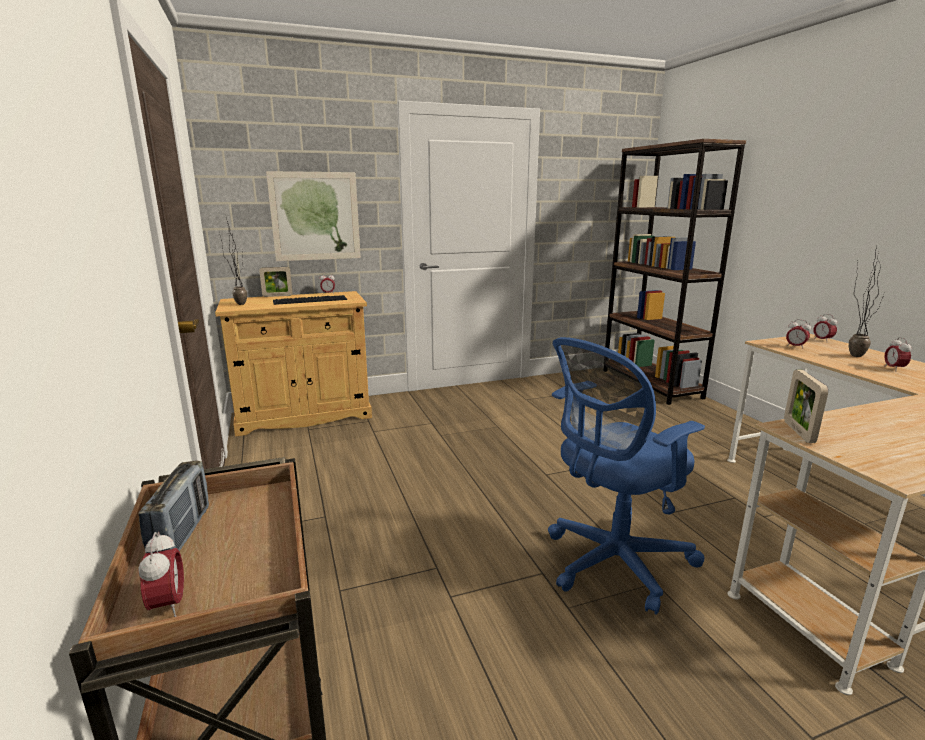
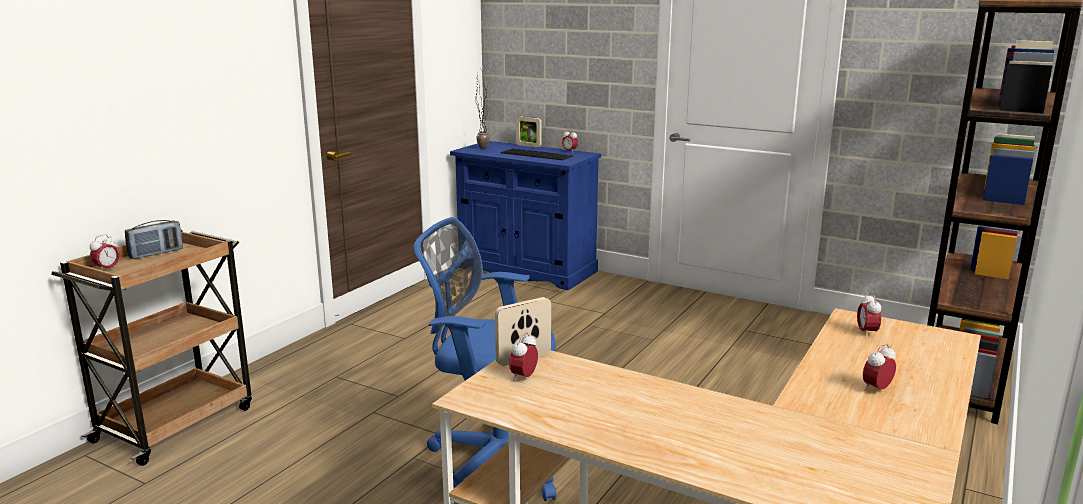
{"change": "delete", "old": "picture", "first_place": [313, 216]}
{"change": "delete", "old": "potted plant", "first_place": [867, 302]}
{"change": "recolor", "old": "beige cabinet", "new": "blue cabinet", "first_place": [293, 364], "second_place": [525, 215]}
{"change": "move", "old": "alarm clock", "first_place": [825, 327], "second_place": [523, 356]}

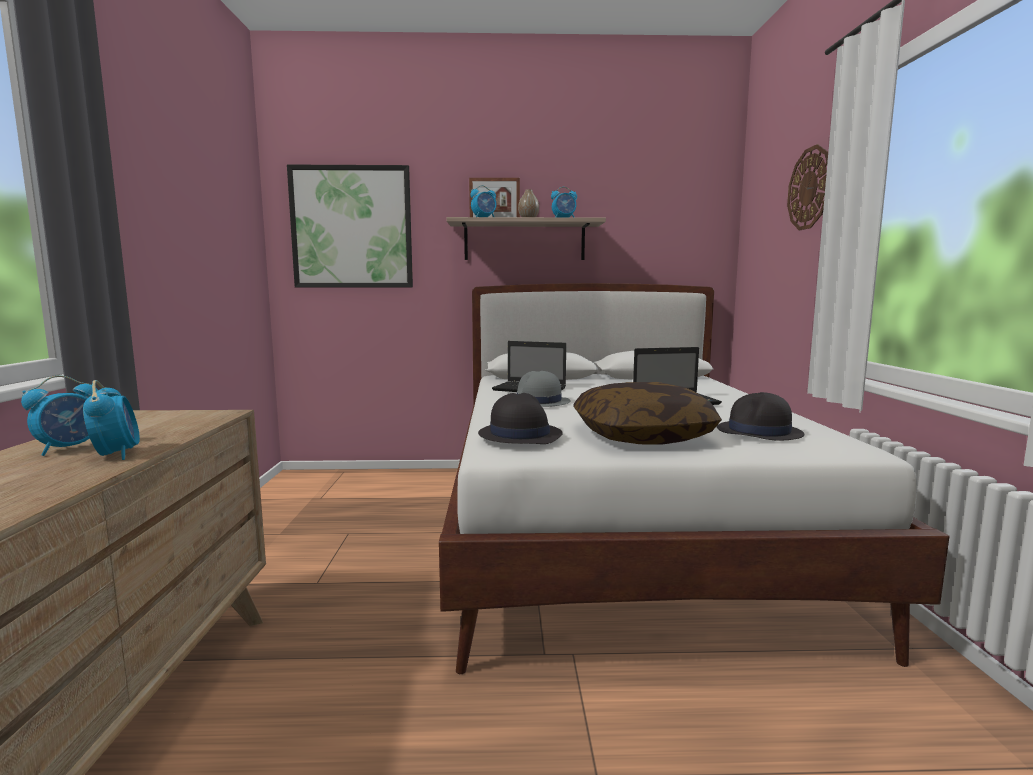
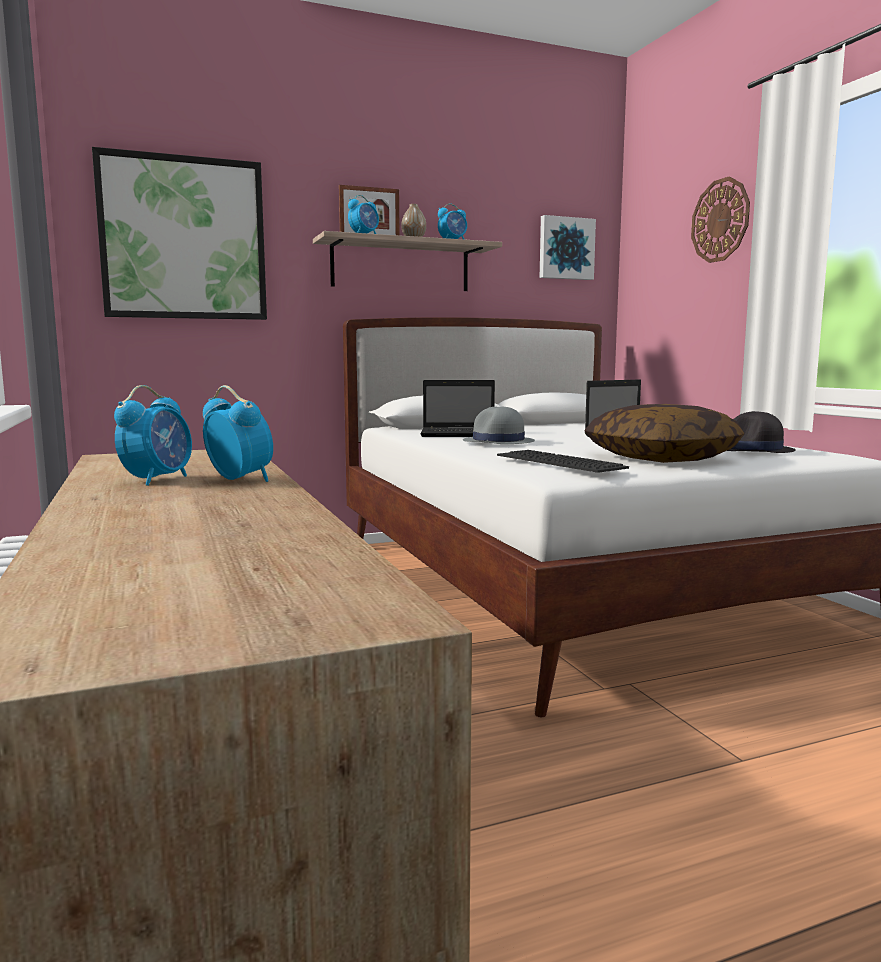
{"change": "replace", "old": "black hat", "new": "keyboard", "first_place": [520, 418], "second_place": [563, 461]}
{"change": "insert", "new": "picture", "second_place": [568, 247]}

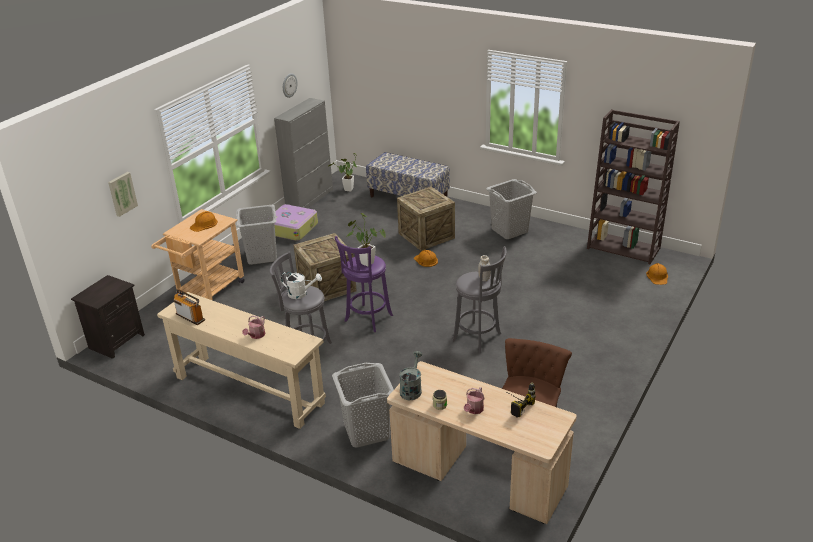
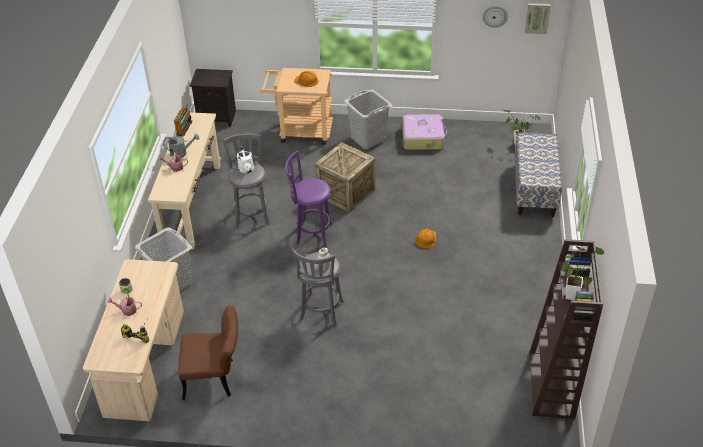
{"change": "delete", "old": "grey cabinet", "first_place": [303, 153]}
{"change": "move", "old": "picture", "first_place": [123, 194], "second_place": [538, 18]}
{"change": "delete", "old": "grey laundry basket", "first_place": [511, 209]}
{"change": "delete", "old": "crate", "first_place": [426, 219]}
{"change": "move", "old": "potted plant", "first_place": [366, 240], "second_place": [583, 273]}
{"change": "delete", "old": "orange hard hat", "first_place": [657, 274]}
{"change": "move", "old": "grey watering can", "first_place": [411, 375], "second_place": [181, 146]}

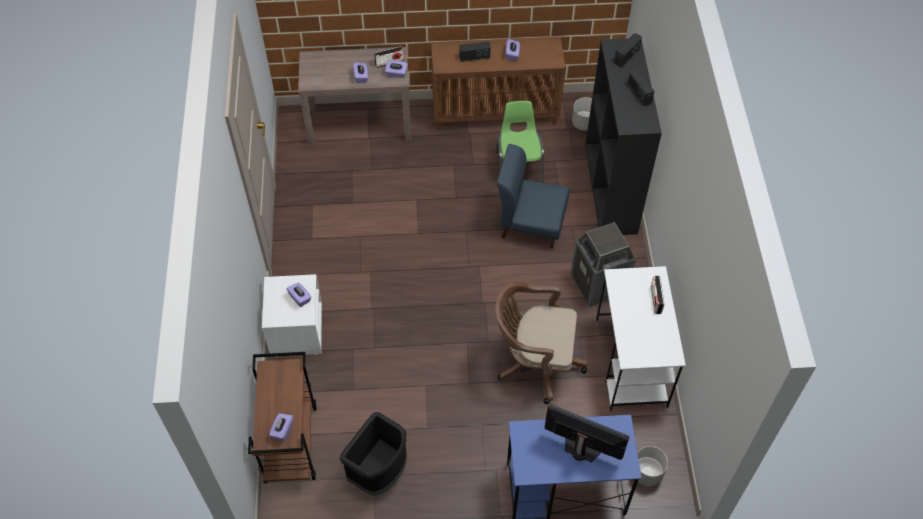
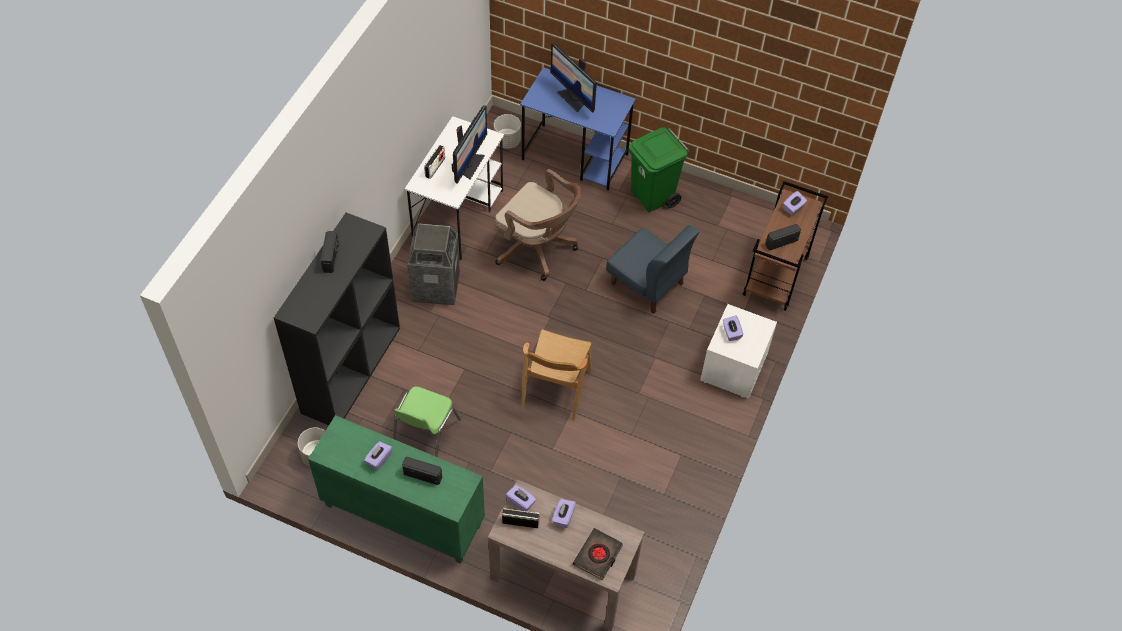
{"change": "move", "old": "radio", "first_place": [628, 50], "second_place": [783, 237]}
{"change": "recolor", "old": "brown cabinet", "new": "green cabinet", "first_place": [498, 83], "second_place": [396, 489]}
{"change": "move", "old": "blue chair", "first_place": [533, 196], "second_place": [652, 269]}
{"change": "delete", "old": "black trash can", "first_place": [373, 454]}
{"change": "insert", "new": "monitor", "second_place": [469, 144]}
{"change": "insert", "new": "green trash can", "second_place": [659, 169]}
{"change": "insert", "new": "brown chair", "second_place": [556, 375]}
{"change": "insert", "new": "black book", "second_place": [598, 554]}

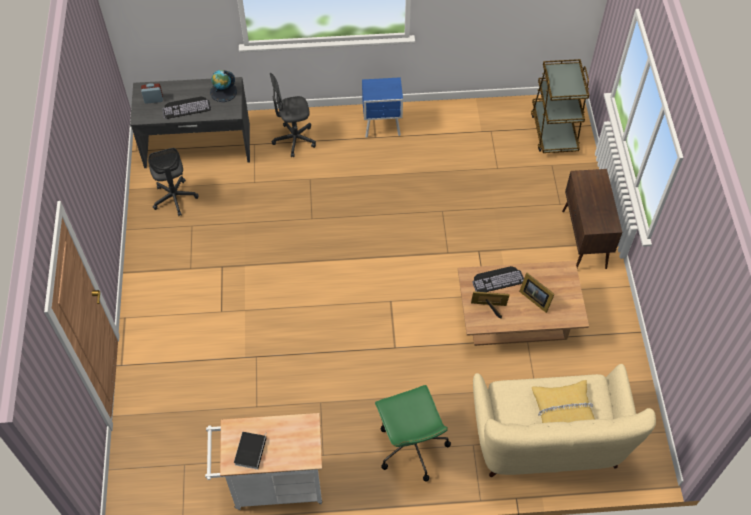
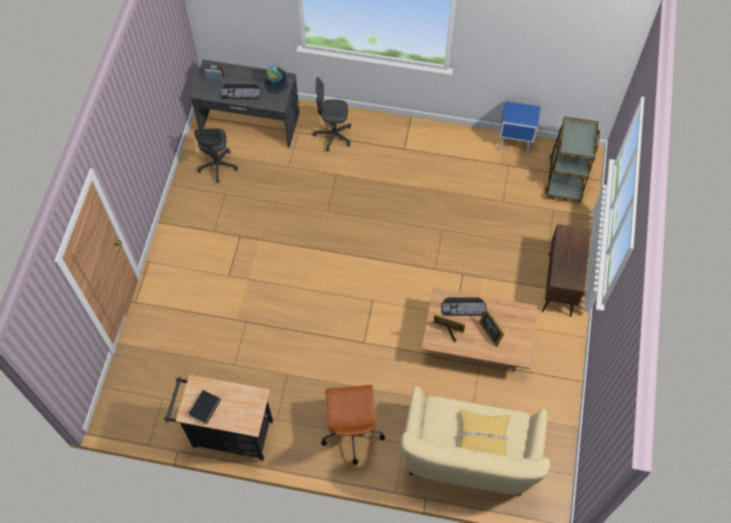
{"change": "move", "old": "blue nightstand", "first_place": [382, 107], "second_place": [519, 128]}
{"change": "recolor", "old": "green office chair", "new": "brown office chair", "first_place": [413, 433], "second_place": [353, 425]}
{"change": "recolor", "old": "white cart", "new": "black cart", "first_place": [263, 461], "second_place": [218, 418]}

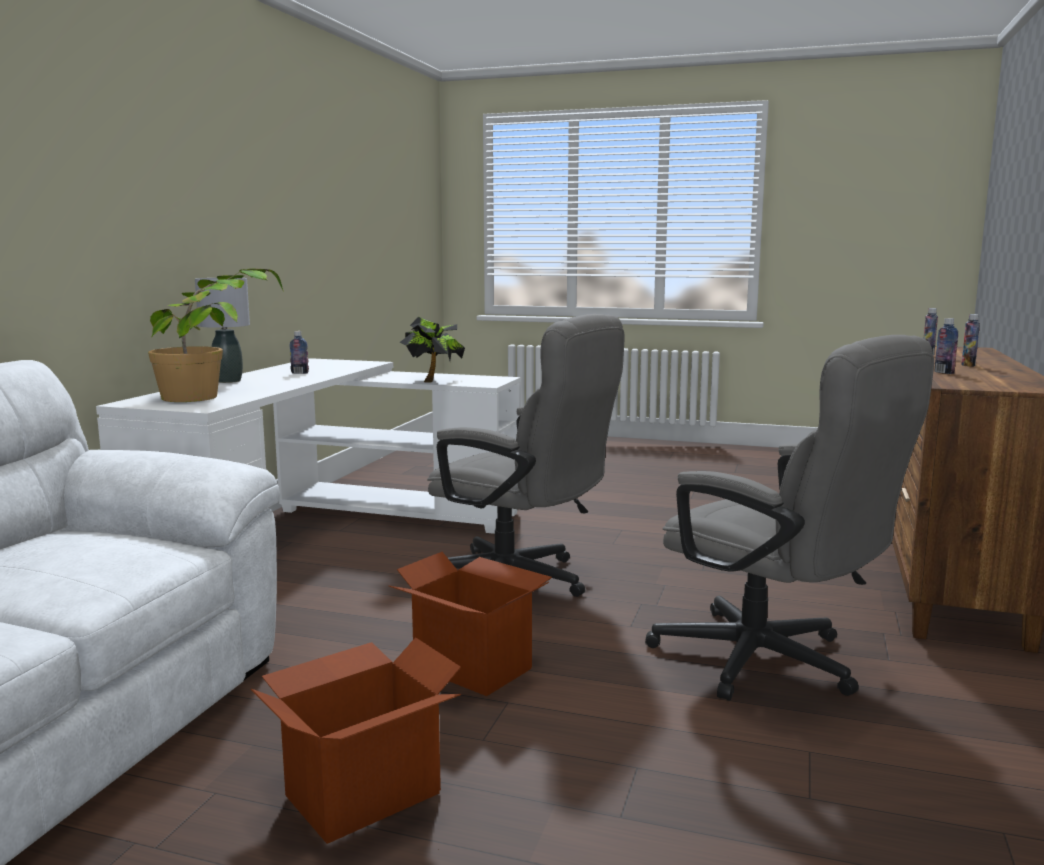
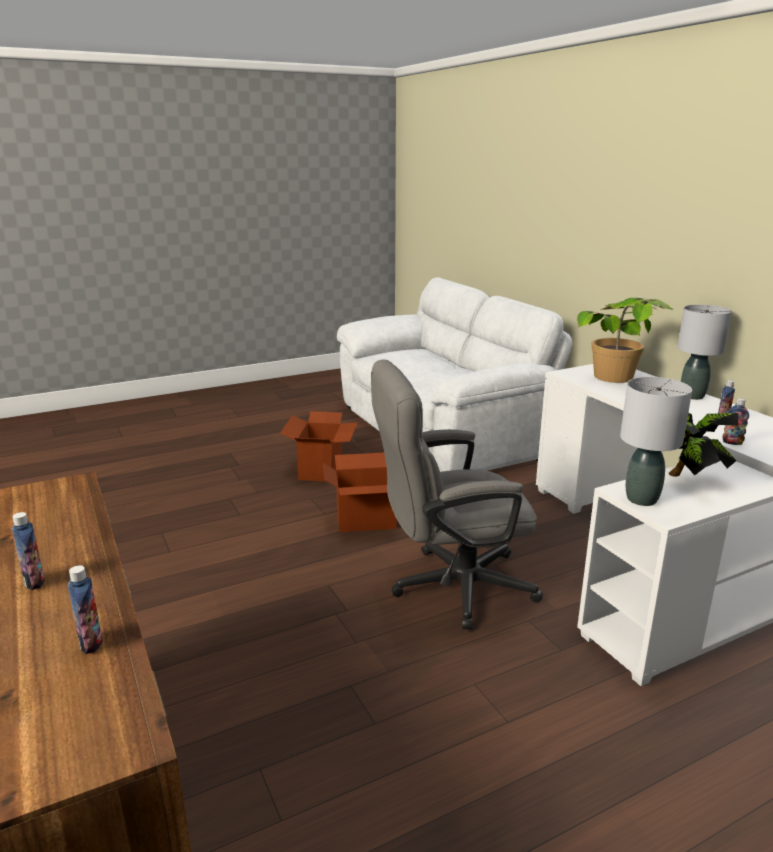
{"change": "move", "old": "bottle", "first_place": [946, 346], "second_place": [735, 421]}
{"change": "delete", "old": "grey office chair", "first_place": [789, 518]}
{"change": "insert", "new": "grey table lamp", "second_place": [656, 441]}

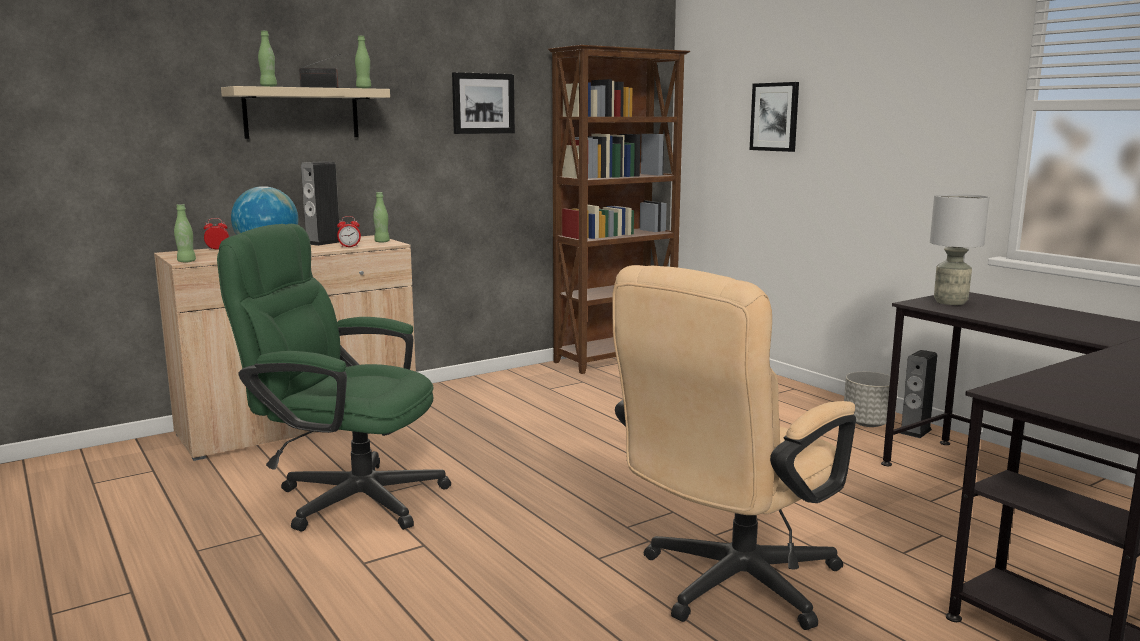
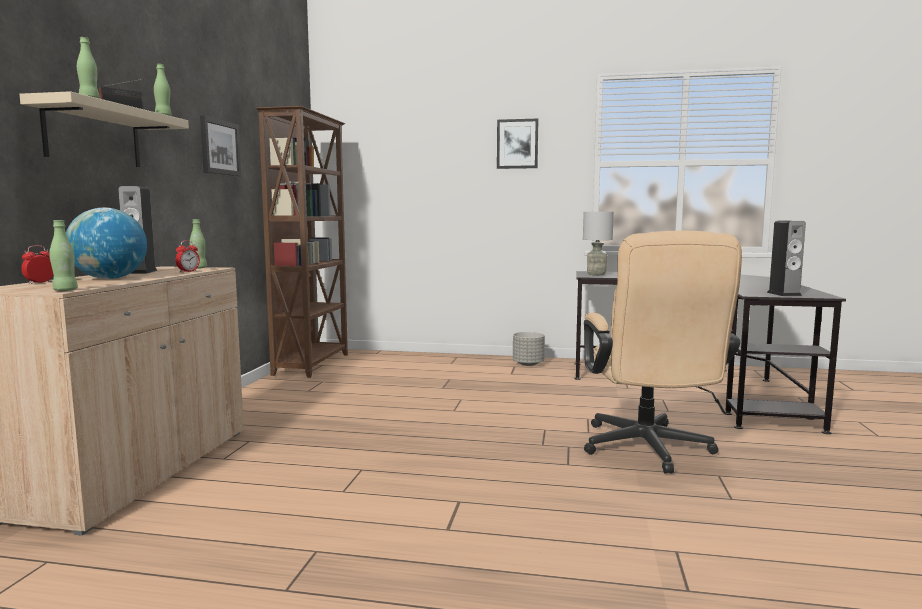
{"change": "move", "old": "picture", "first_place": [774, 117], "second_place": [517, 144]}
{"change": "delete", "old": "green office chair", "first_place": [334, 378]}
{"change": "move", "old": "speaker", "first_place": [918, 394], "second_place": [786, 258]}

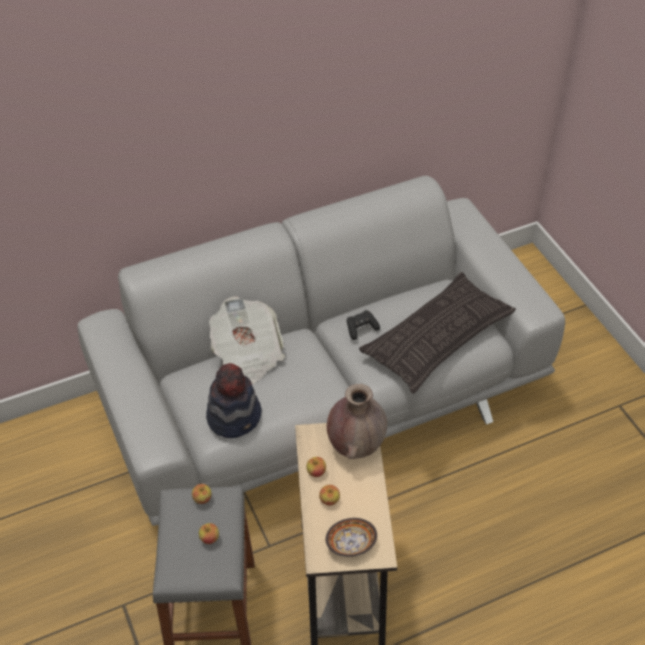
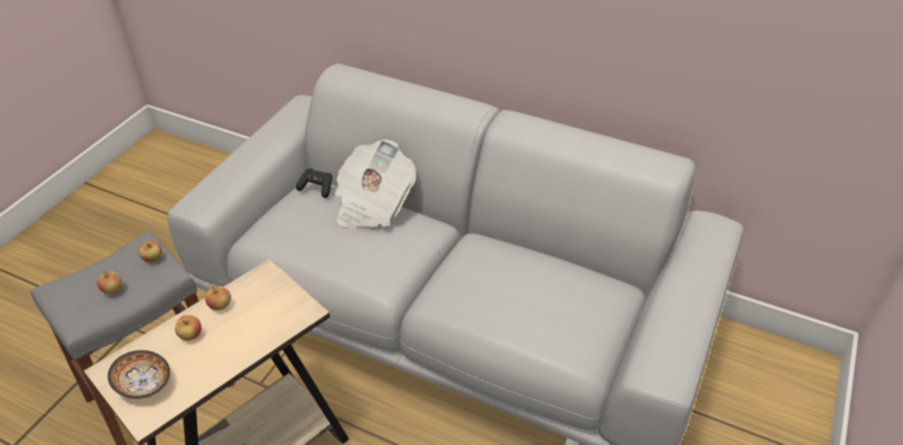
{"change": "delete", "old": "pillow", "first_place": [437, 332]}
{"change": "move", "old": "black game controller", "first_place": [363, 325], "second_place": [314, 183]}
{"change": "delete", "old": "hat", "first_place": [233, 400]}
{"change": "delete", "old": "brown vase", "first_place": [356, 421]}

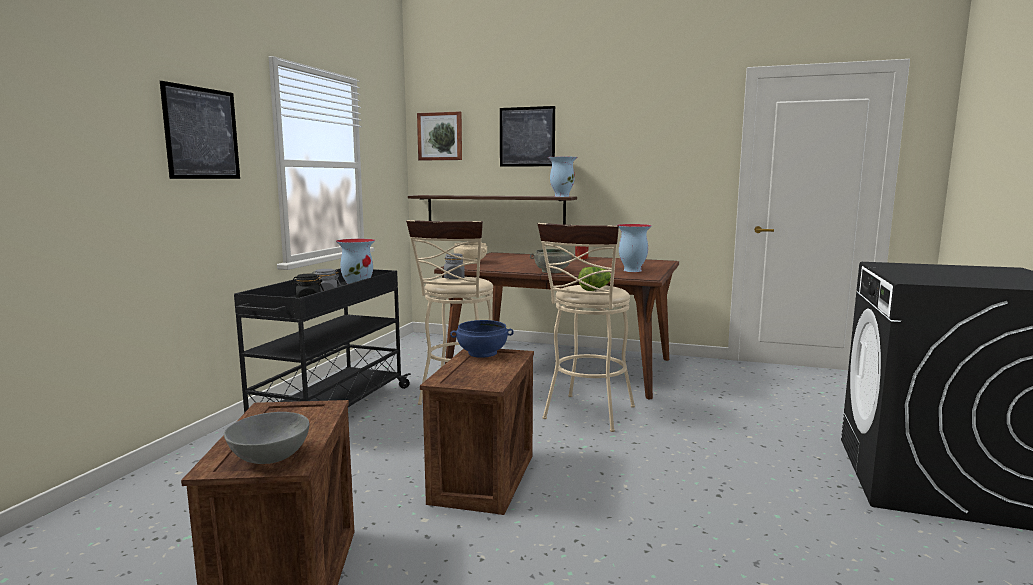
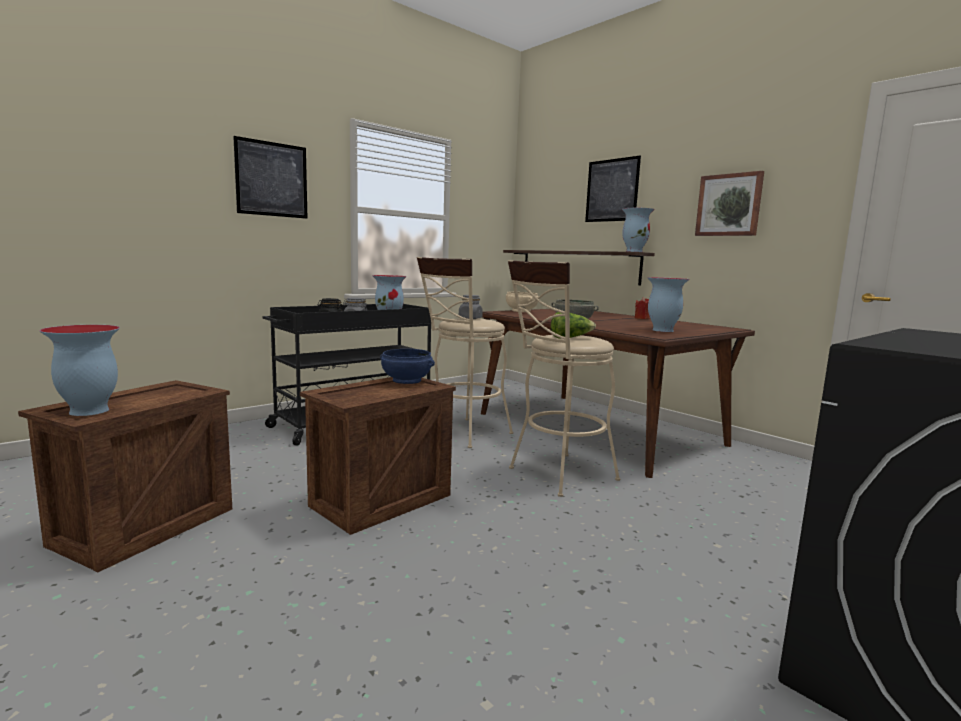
{"change": "move", "old": "picture", "first_place": [439, 135], "second_place": [729, 203]}
{"change": "replace", "old": "grey bowl", "new": "vase", "first_place": [266, 438], "second_place": [80, 370]}

